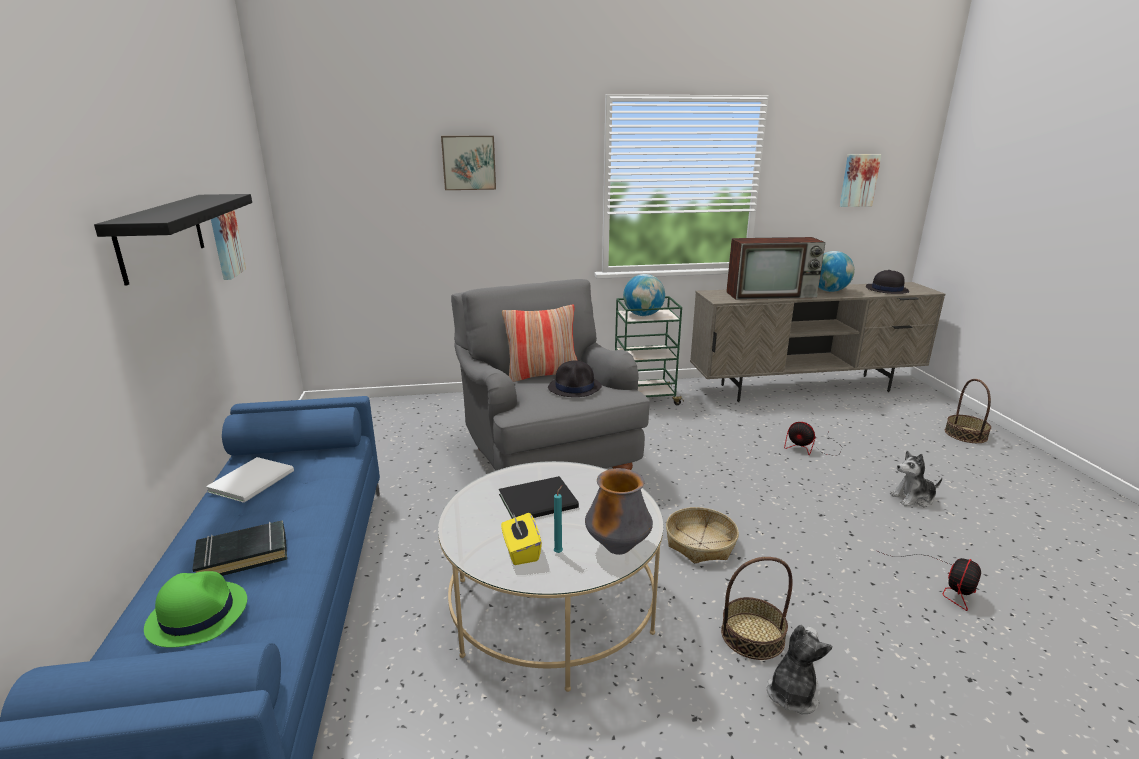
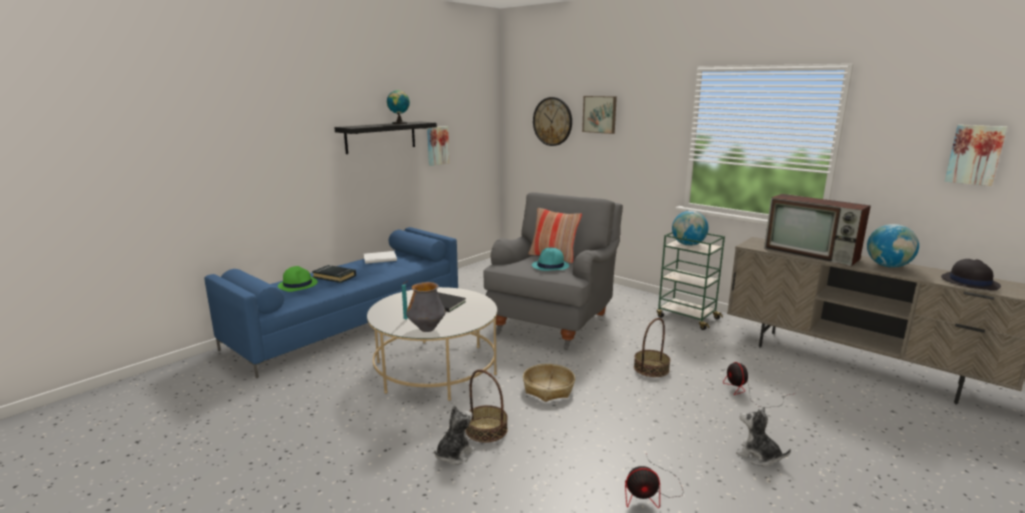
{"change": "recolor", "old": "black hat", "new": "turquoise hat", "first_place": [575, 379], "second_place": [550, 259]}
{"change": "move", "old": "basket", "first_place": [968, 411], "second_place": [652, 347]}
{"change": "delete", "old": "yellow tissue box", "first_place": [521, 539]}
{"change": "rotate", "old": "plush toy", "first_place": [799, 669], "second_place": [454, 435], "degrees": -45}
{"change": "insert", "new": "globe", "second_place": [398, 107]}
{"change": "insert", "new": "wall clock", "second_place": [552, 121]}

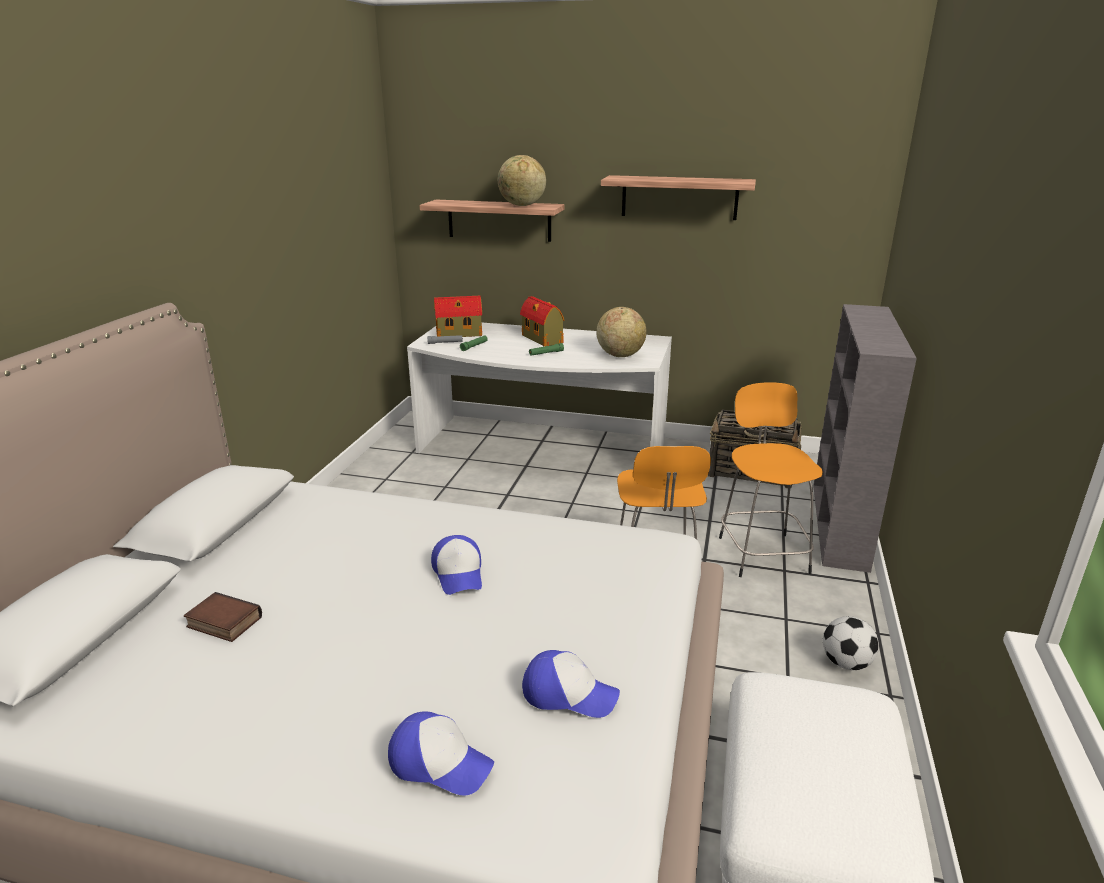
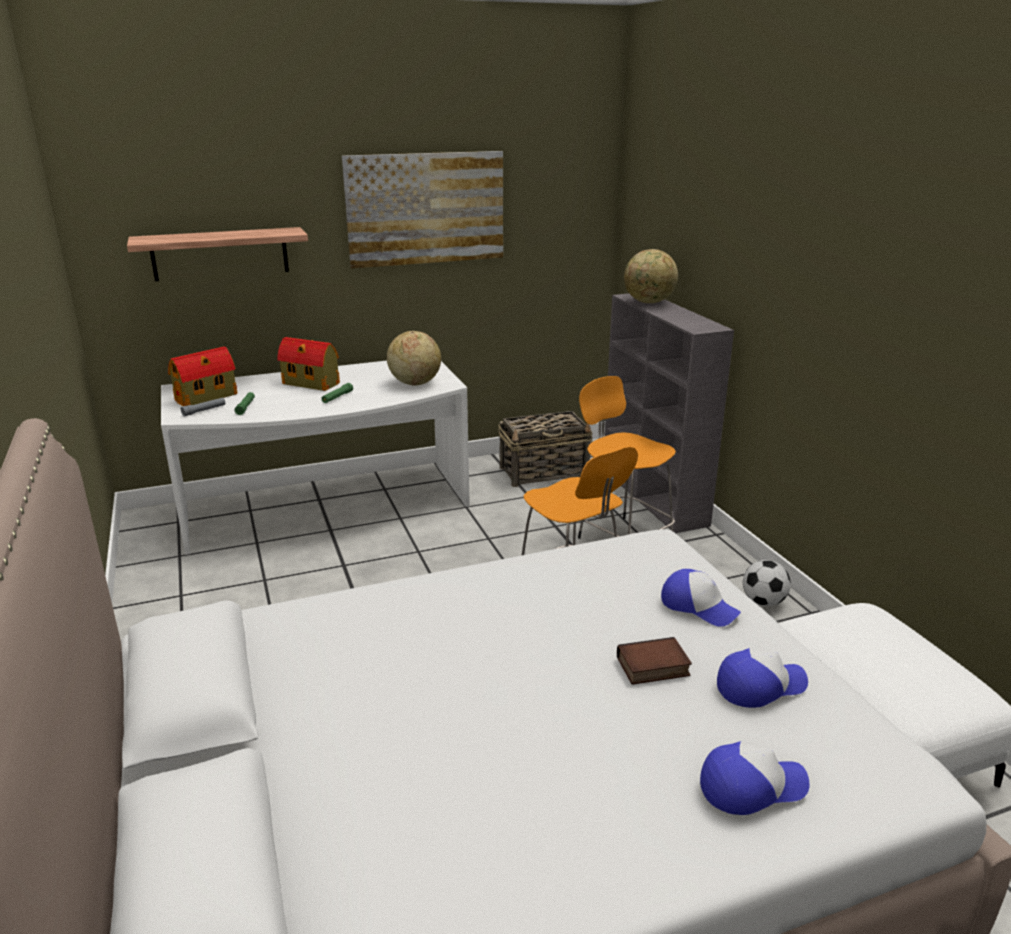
{"change": "move", "old": "globe", "first_place": [522, 180], "second_place": [651, 276]}
{"change": "replace", "old": "shelf", "new": "picture", "first_place": [678, 197], "second_place": [422, 210]}
{"change": "move", "old": "cap", "first_place": [456, 565], "second_place": [701, 598]}
{"change": "move", "old": "book", "first_place": [223, 617], "second_place": [654, 661]}

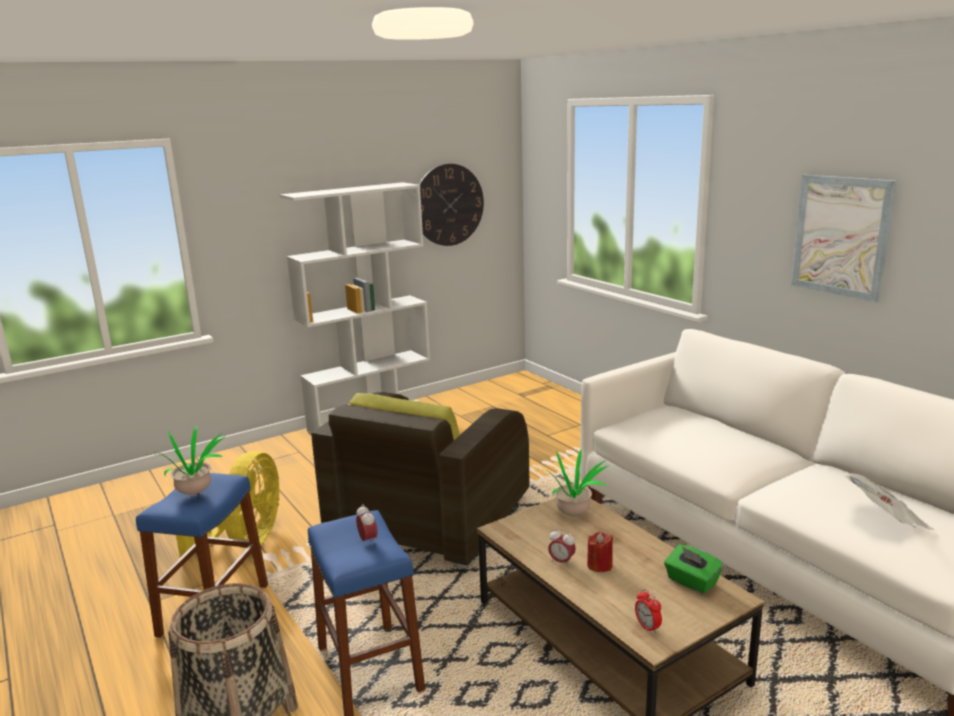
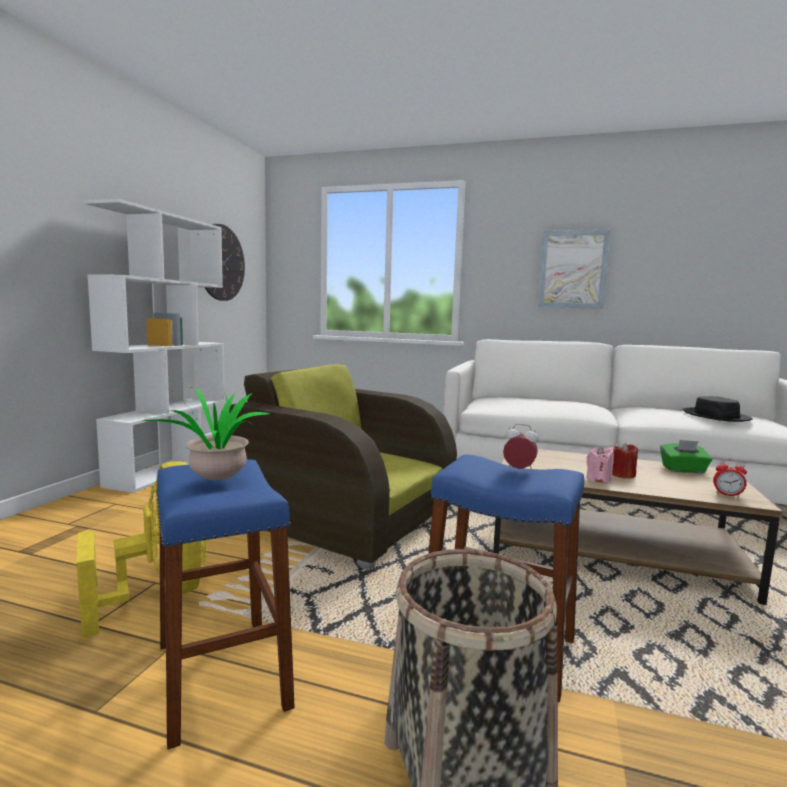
{"change": "rotate", "old": "brown armchair", "first_place": [420, 480], "second_place": [343, 466], "degrees": 135}
{"change": "delete", "old": "potted plant", "first_place": [574, 483]}
{"change": "replace", "old": "newspaper", "new": "black hat", "first_place": [889, 501], "second_place": [718, 409]}
{"change": "replace", "old": "alarm clock", "new": "pink candle", "first_place": [562, 548], "second_place": [600, 464]}

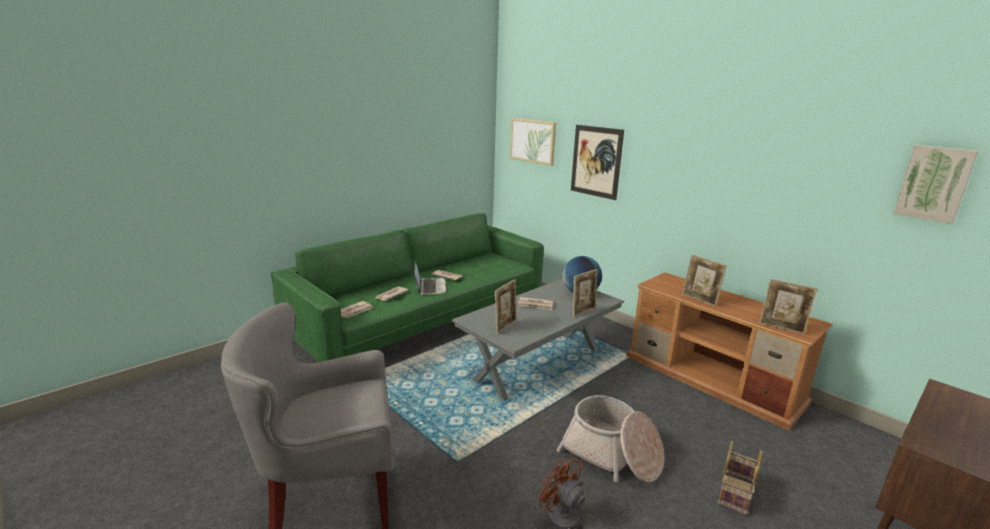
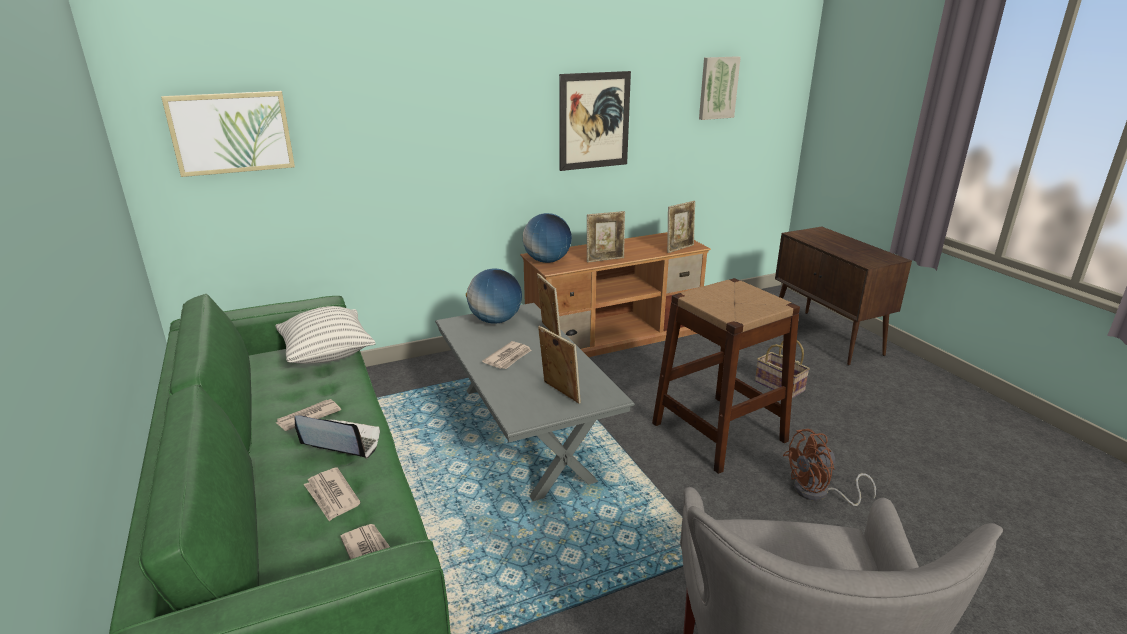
{"change": "move", "old": "picture", "first_place": [597, 162], "second_place": [595, 121]}
{"change": "replace", "old": "basket", "new": "brown stool", "first_place": [610, 439], "second_place": [726, 376]}
{"change": "insert", "new": "globe", "second_place": [547, 238]}
{"change": "insert", "new": "pillow", "second_place": [325, 335]}

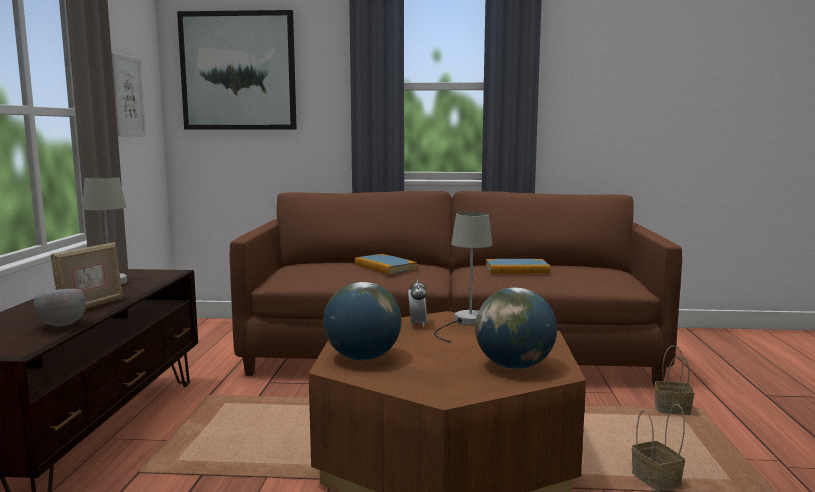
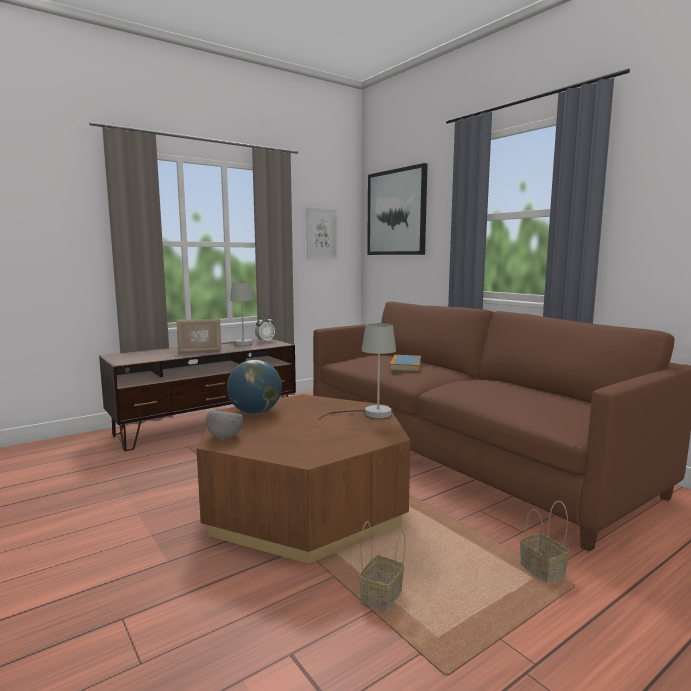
{"change": "delete", "old": "book", "first_place": [518, 266]}
{"change": "move", "old": "alarm clock", "first_place": [417, 302], "second_place": [265, 329]}
{"change": "delete", "old": "globe", "first_place": [516, 328]}
{"change": "move", "old": "grey bowl", "first_place": [59, 308], "second_place": [224, 424]}

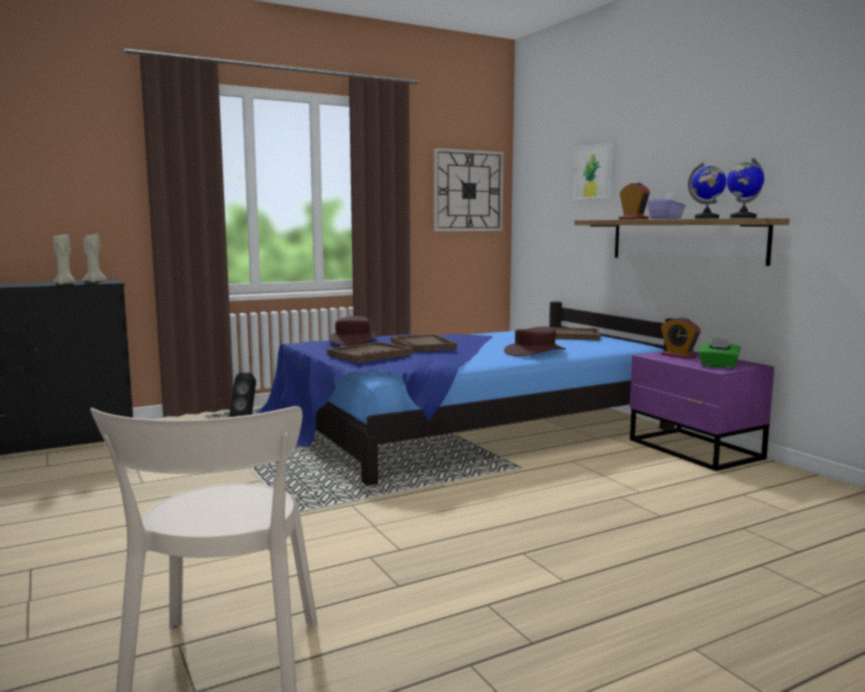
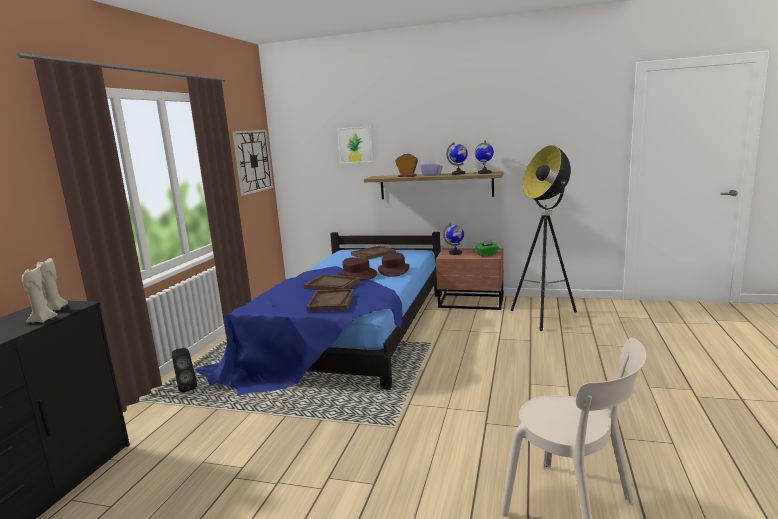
{"change": "move", "old": "brown hat", "first_place": [352, 331], "second_place": [357, 268]}
{"change": "replace", "old": "alarm clock", "new": "globe", "first_place": [681, 338], "second_place": [453, 239]}
{"change": "recolor", "old": "purple nightstand", "new": "brown nightstand", "first_place": [702, 411], "second_place": [469, 279]}
{"change": "insert", "new": "floor lamp", "second_place": [544, 238]}

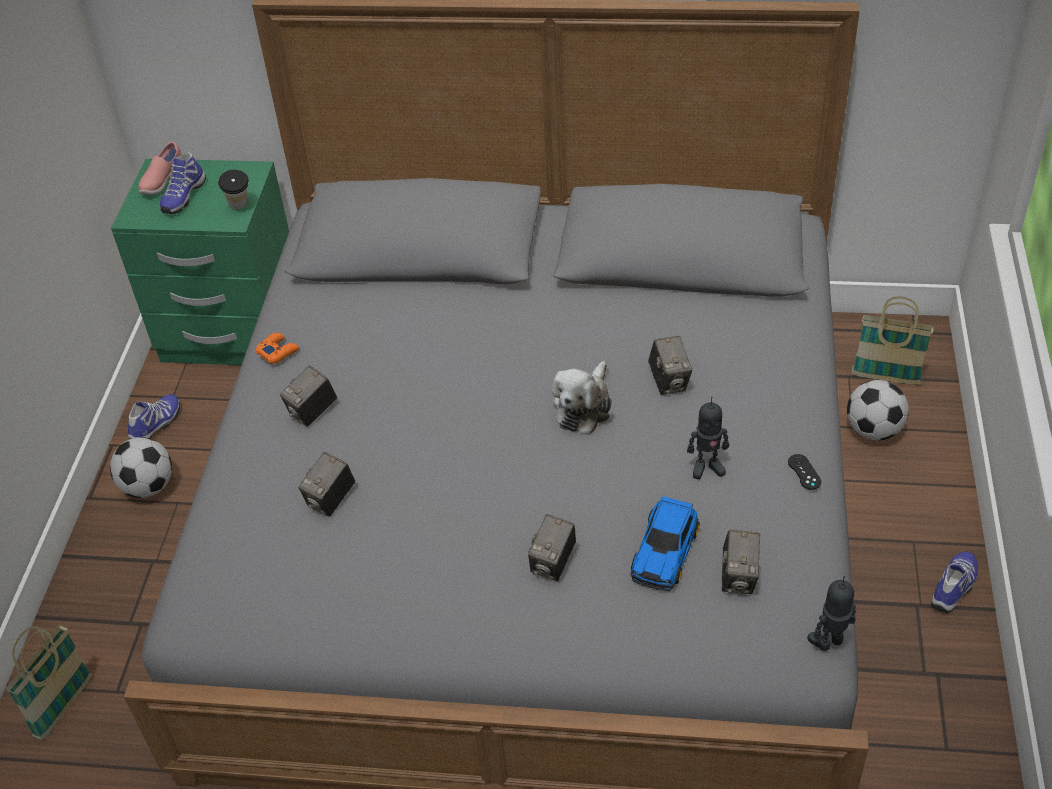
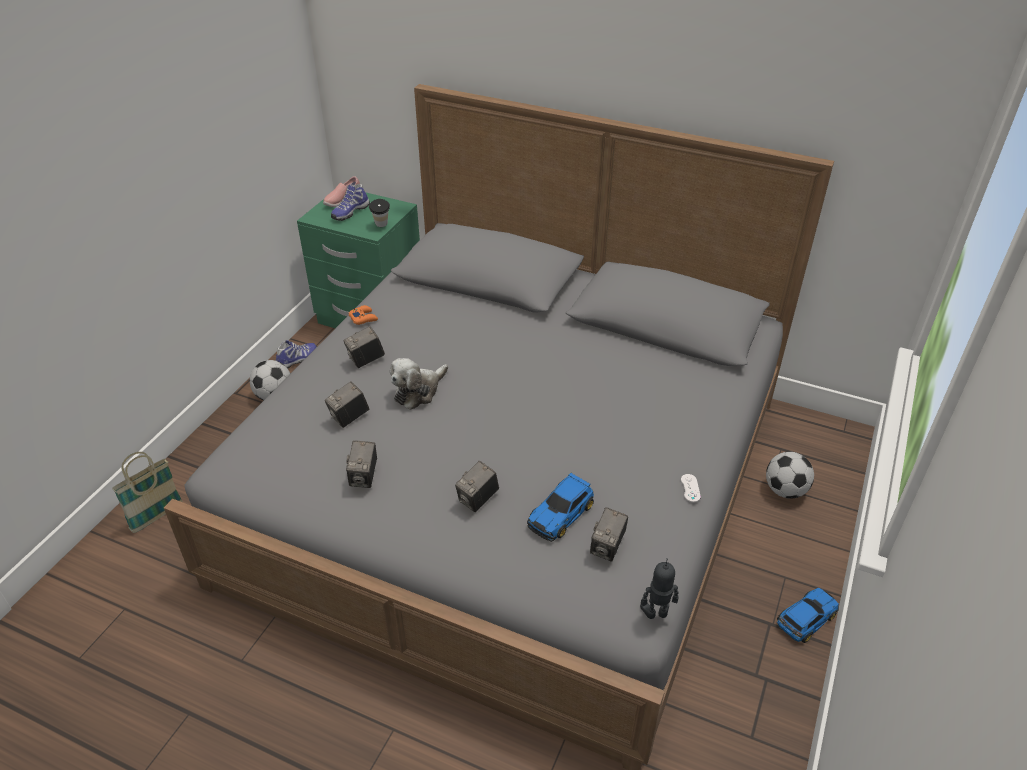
{"change": "delete", "old": "basket", "first_place": [893, 340]}
{"change": "move", "old": "photo camera", "first_place": [670, 365], "second_place": [361, 464]}
{"change": "move", "old": "plush toy", "first_place": [582, 398], "second_place": [419, 384]}
{"change": "delete", "old": "toy robot", "first_place": [708, 437]}
{"change": "recolor", "old": "black game controller", "new": "white game controller", "first_place": [804, 472], "second_place": [691, 488]}
{"change": "replace", "old": "shoe", "new": "toy car", "first_place": [954, 582], "second_place": [808, 615]}

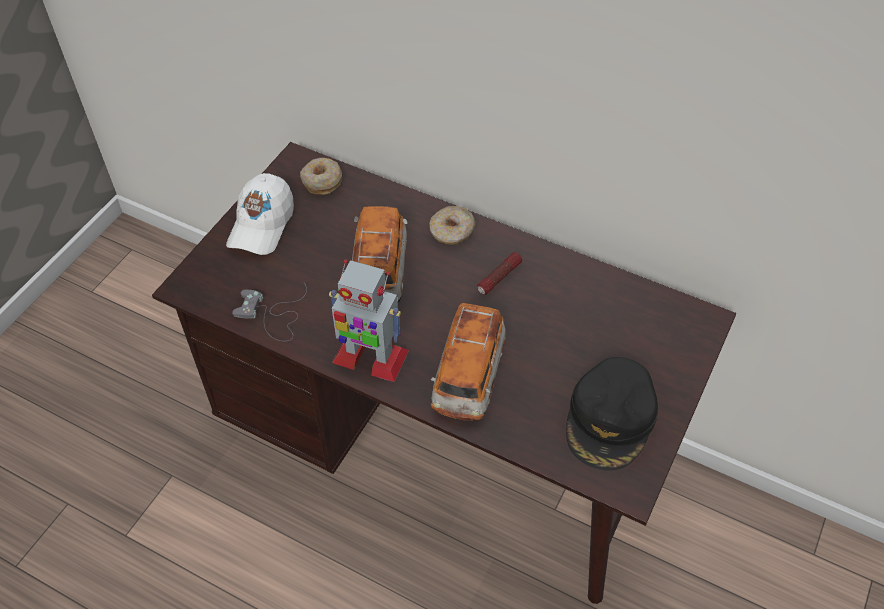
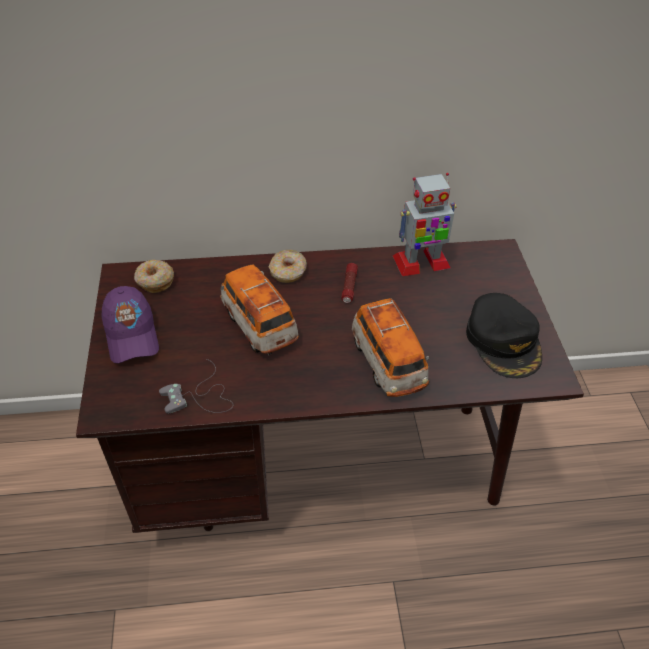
{"change": "recolor", "old": "white cap", "new": "purple cap", "first_place": [260, 214], "second_place": [130, 324]}
{"change": "move", "old": "toy robot", "first_place": [369, 320], "second_place": [424, 224]}

